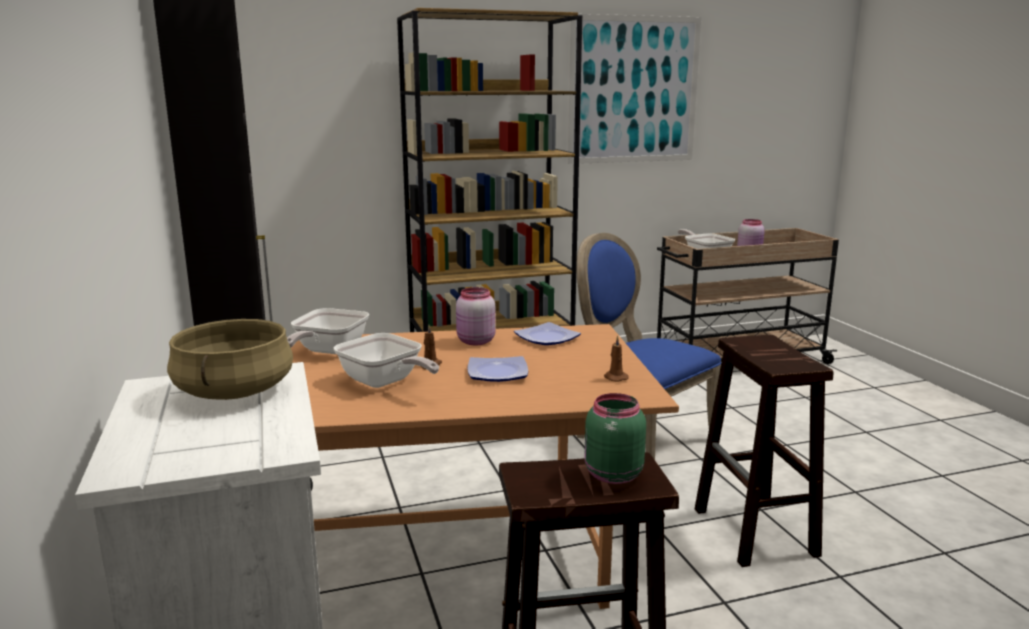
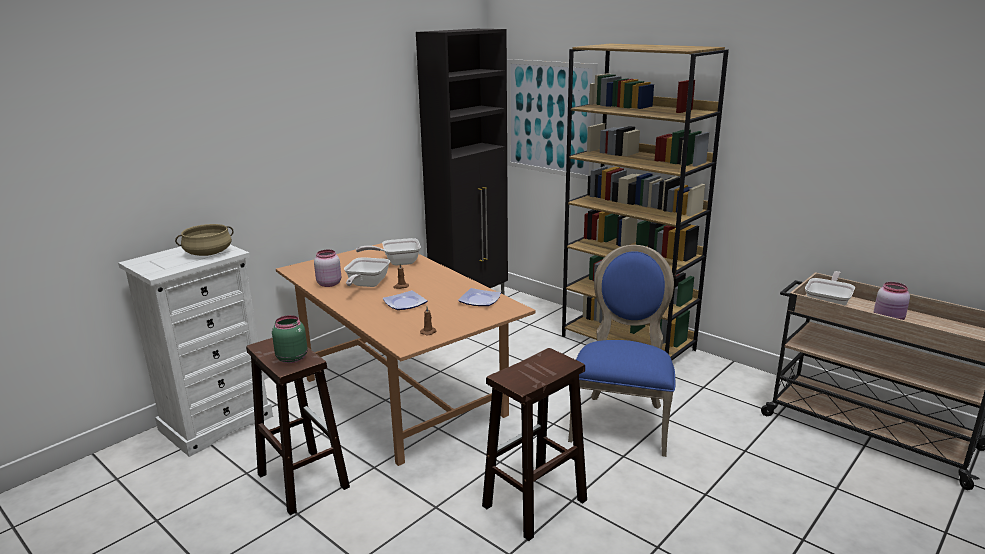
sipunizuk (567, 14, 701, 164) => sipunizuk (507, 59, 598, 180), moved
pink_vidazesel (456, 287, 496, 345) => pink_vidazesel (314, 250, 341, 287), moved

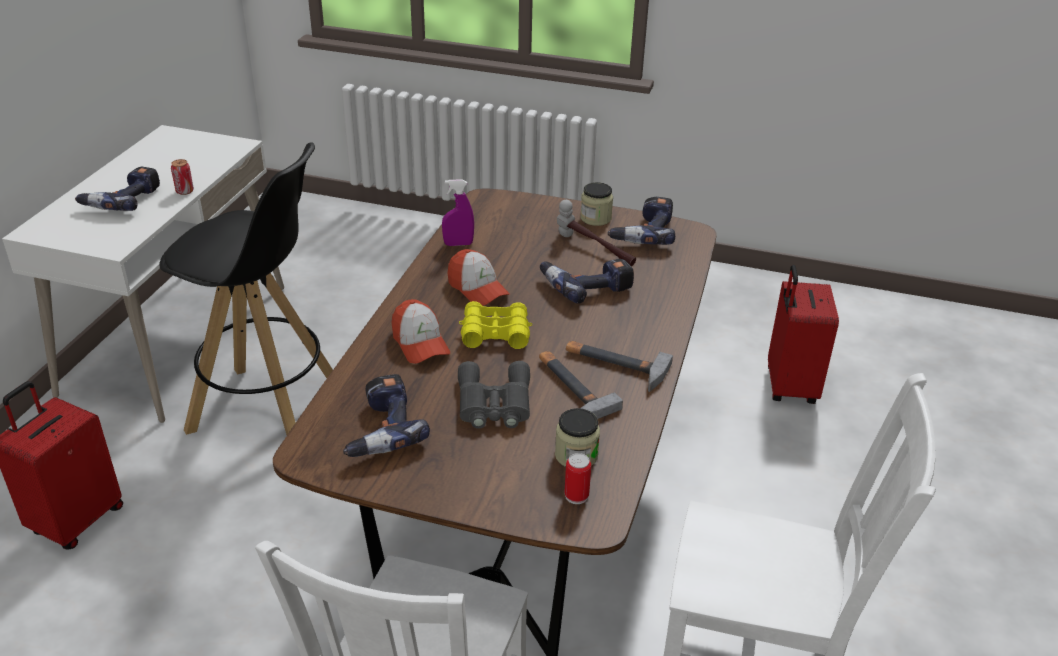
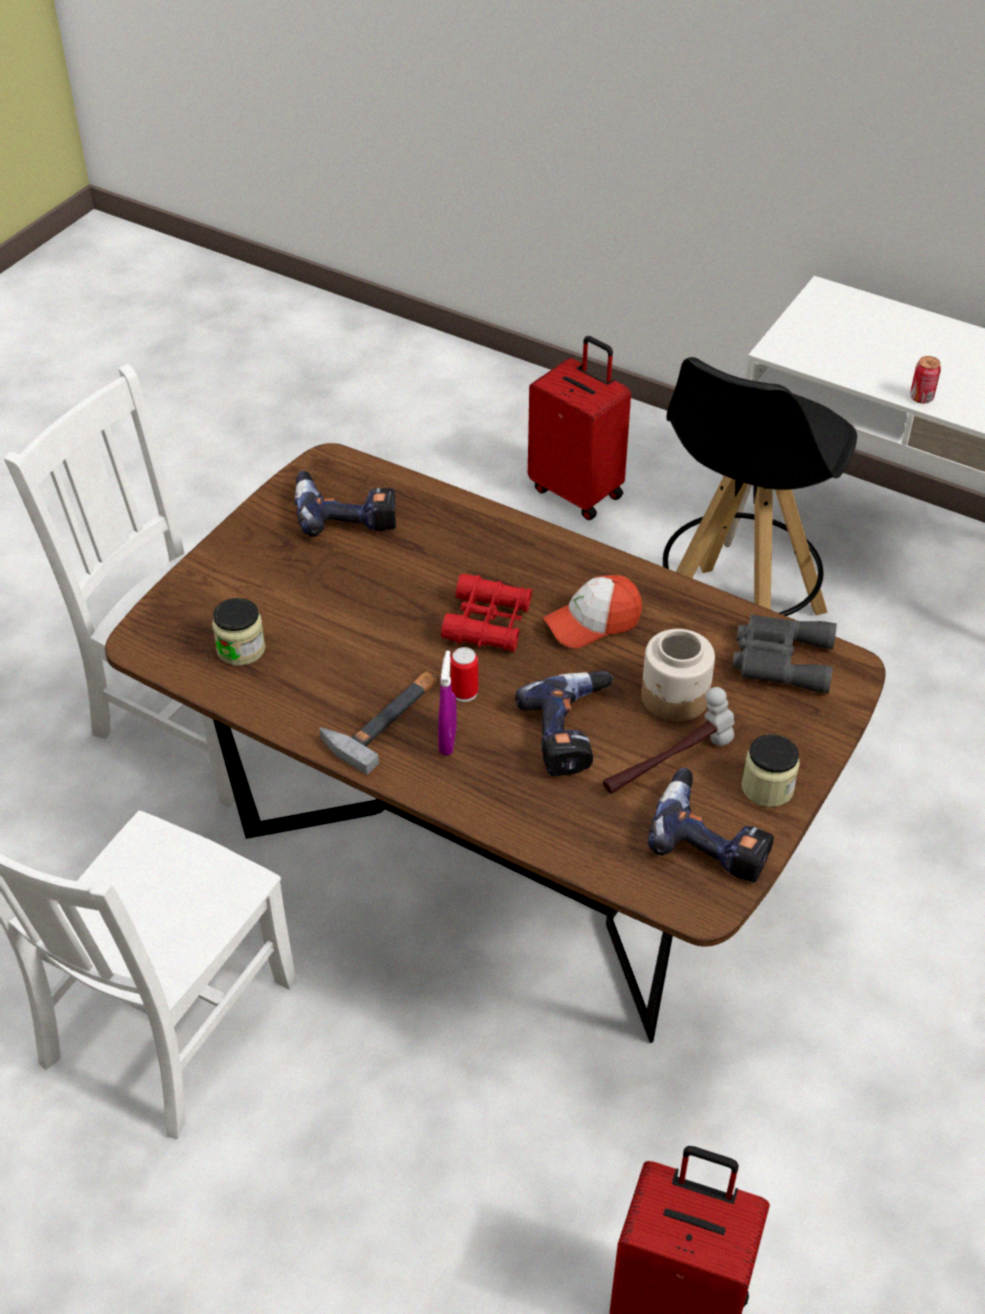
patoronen (75, 167, 160, 211) => nothing
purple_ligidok (442, 179, 474, 246) => purple_ligidok (438, 651, 457, 756), moved
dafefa (391, 299, 450, 364) => nothing
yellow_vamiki (459, 301, 533, 349) => red_vamiki (441, 574, 532, 652)
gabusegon (539, 351, 623, 419) => nothing
grey_vamiki (458, 361, 530, 429) => grey_vamiki (732, 614, 837, 694), moved
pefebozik (565, 453, 591, 504) => pefebozik (450, 647, 478, 702), moved
nothing => vidazesel (641, 629, 715, 722)

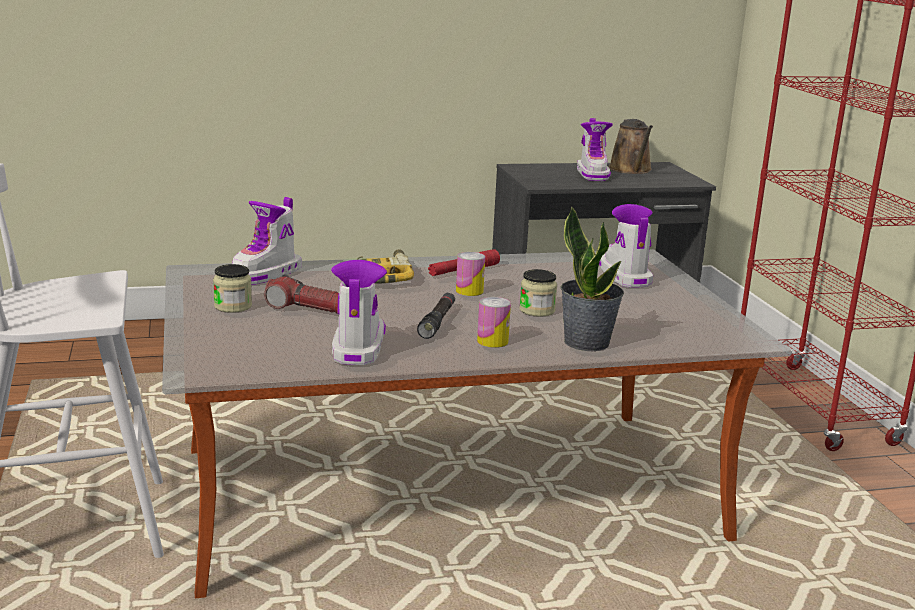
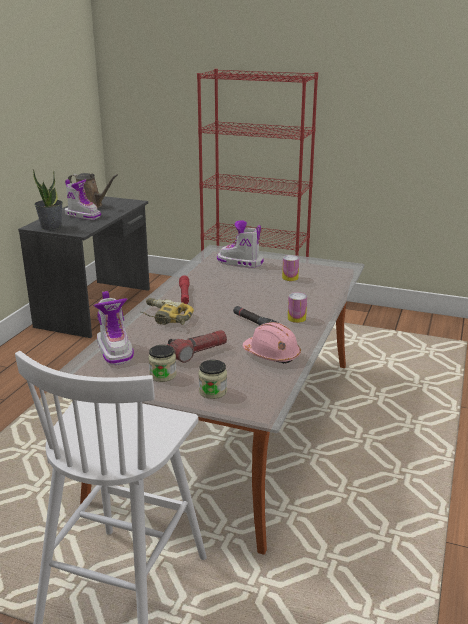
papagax (560, 206, 624, 351) => papagax (33, 169, 63, 230), moved
pefebozik (456, 252, 485, 296) => pefebozik (282, 255, 299, 281), moved
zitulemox (331, 260, 387, 365) => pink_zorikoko (243, 322, 301, 364)
vidazesel (519, 269, 557, 317) => vidazesel (198, 360, 227, 399), moved

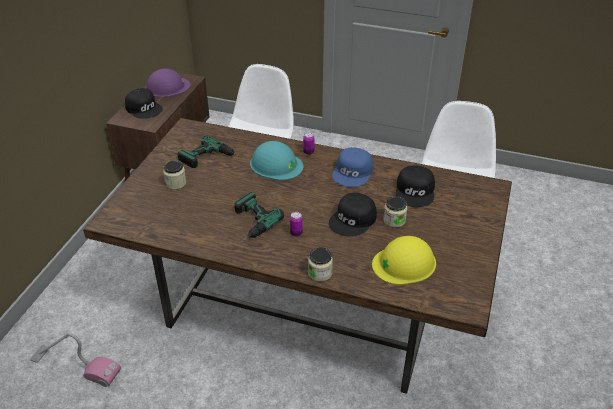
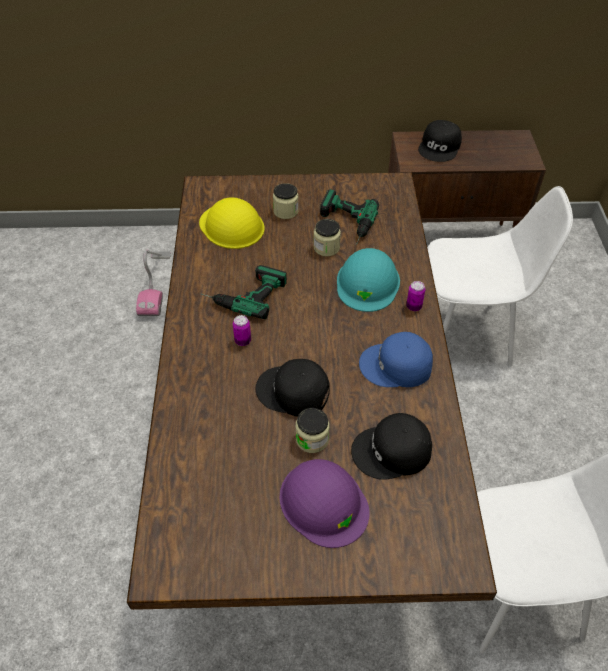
purple_zorikoko (146, 68, 190, 97) => purple_zorikoko (279, 459, 370, 548), moved
yellow_zorikoko (372, 236, 436, 285) => yellow_zorikoko (199, 197, 264, 249), moved
vidazesel (308, 248, 333, 282) => vidazesel (314, 219, 341, 256), moved

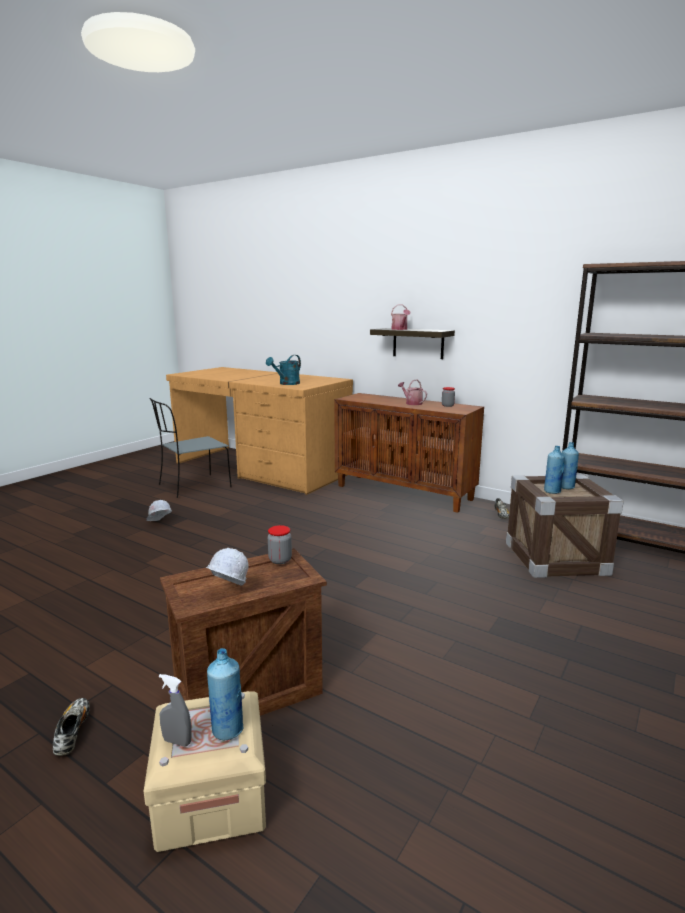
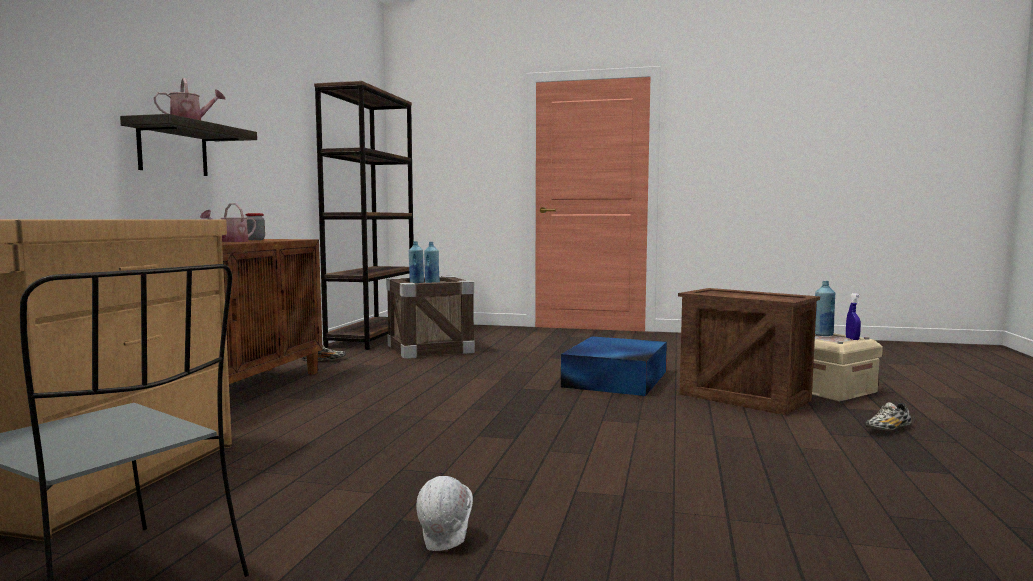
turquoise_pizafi (266, 355, 301, 385) => nothing
vidazesel (268, 525, 292, 564) => nothing
white_zorikoko (206, 548, 249, 586) => nothing
grey_ligidok (159, 674, 191, 747) => blue_ligidok (846, 293, 861, 340)
nothing => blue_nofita (561, 336, 667, 396)

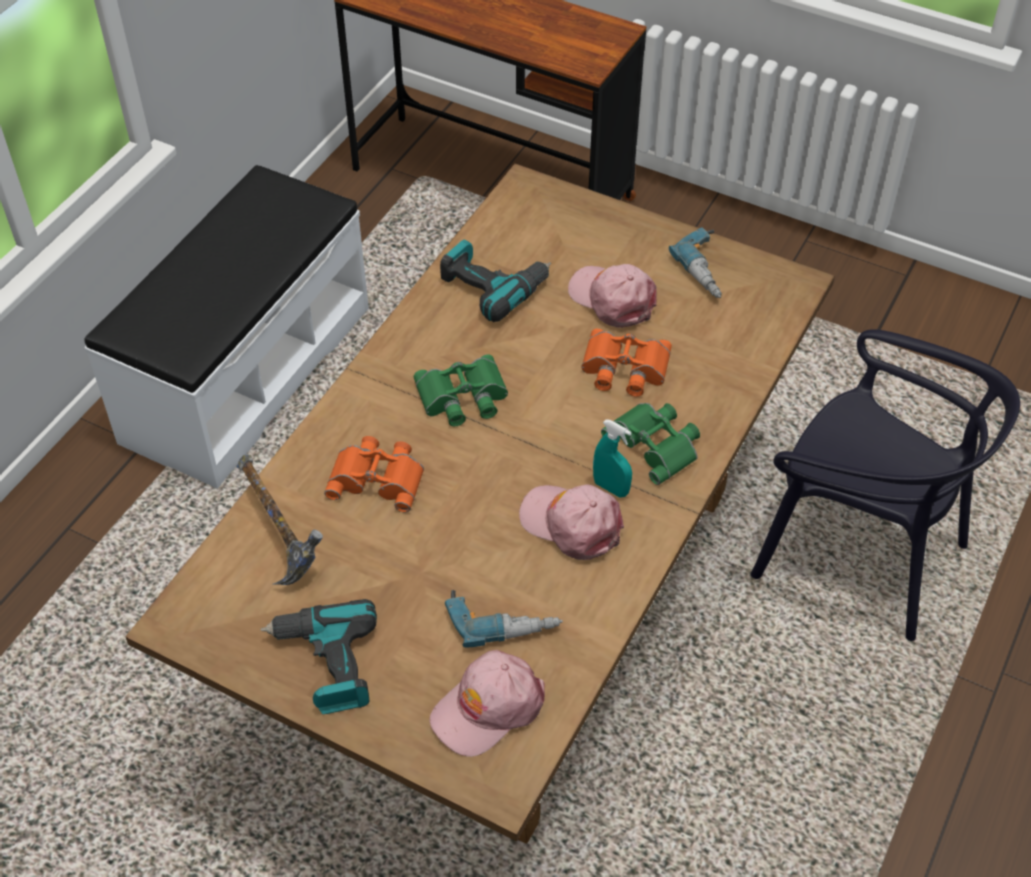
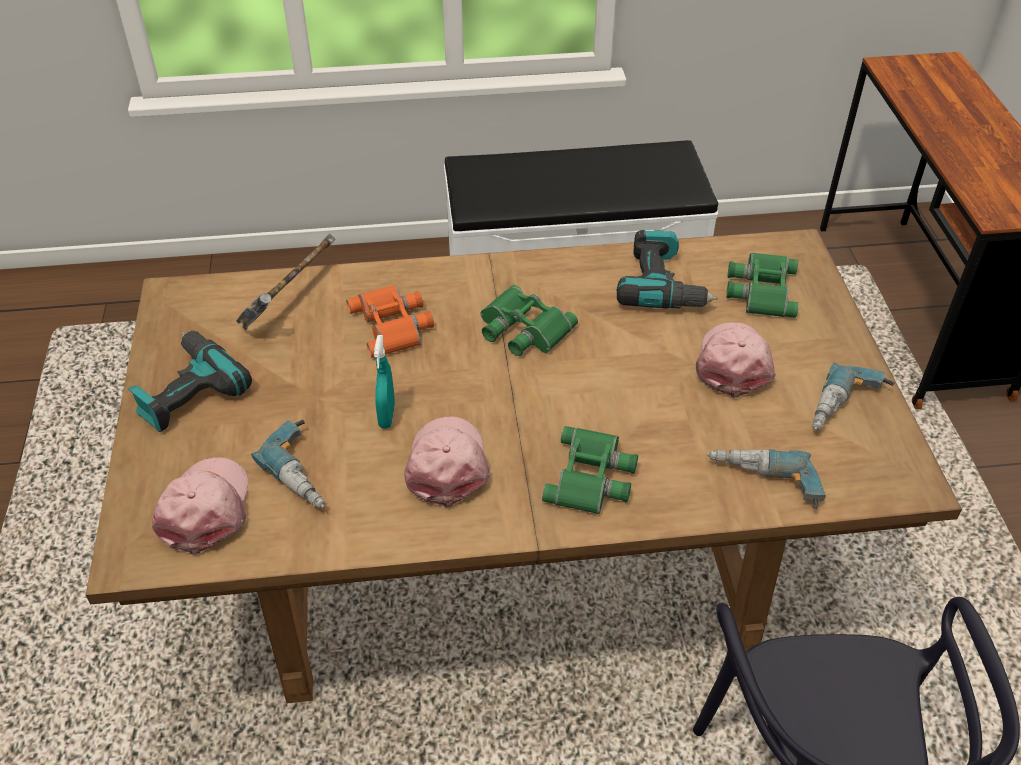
orange_vamiki (581, 329, 672, 397) => nothing
turquoise_ligidok (593, 419, 632, 497) => turquoise_ligidok (374, 335, 395, 429), moved
pink_dafefa (429, 650, 545, 757) => pink_dafefa (152, 457, 248, 555), 75 degrees clockwise
nothing => green_vamiki (726, 252, 799, 318)
nothing => patoronen (706, 449, 826, 509)

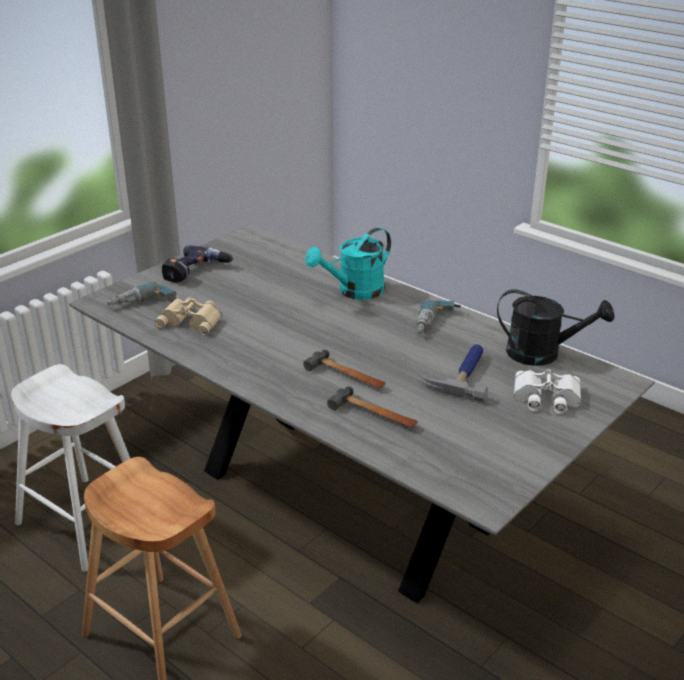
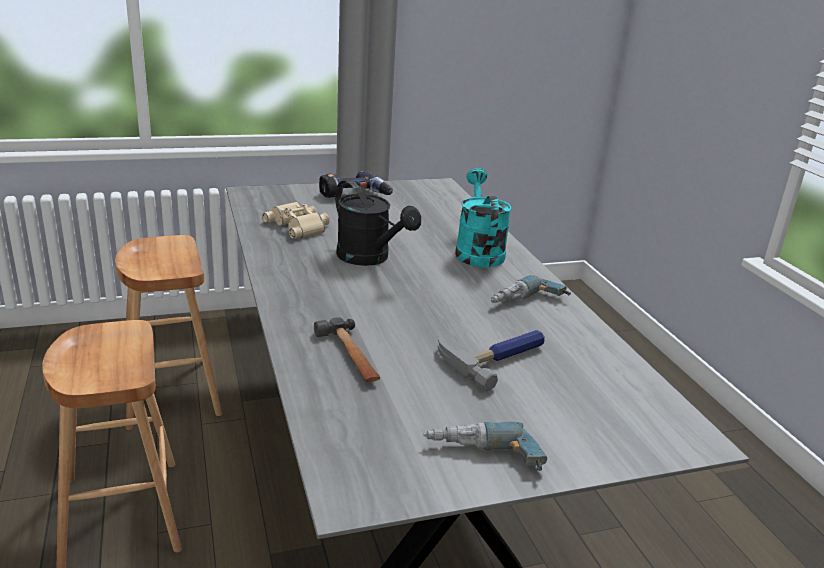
turquoise_pizafi (305, 227, 391, 300) => turquoise_pizafi (455, 168, 512, 268), 90 degrees clockwise
patoronen (106, 282, 176, 305) => patoronen (423, 422, 547, 471), moved
black_pizafi (497, 289, 614, 366) => black_pizafi (335, 179, 421, 266), moved
gabusegon (303, 350, 386, 389) => nothing
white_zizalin (11, 364, 131, 572) => brown_zizalin (115, 235, 222, 430)
white_vamiki (514, 369, 581, 415) => nothing

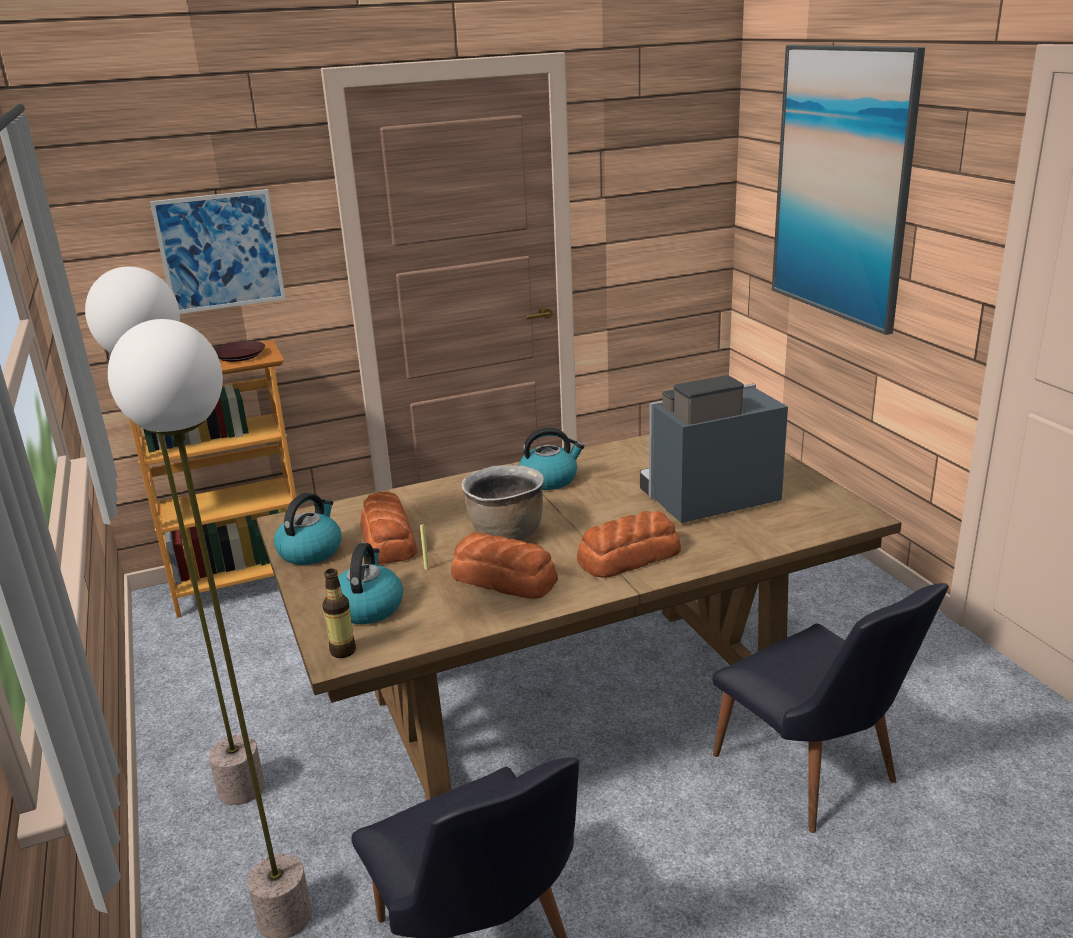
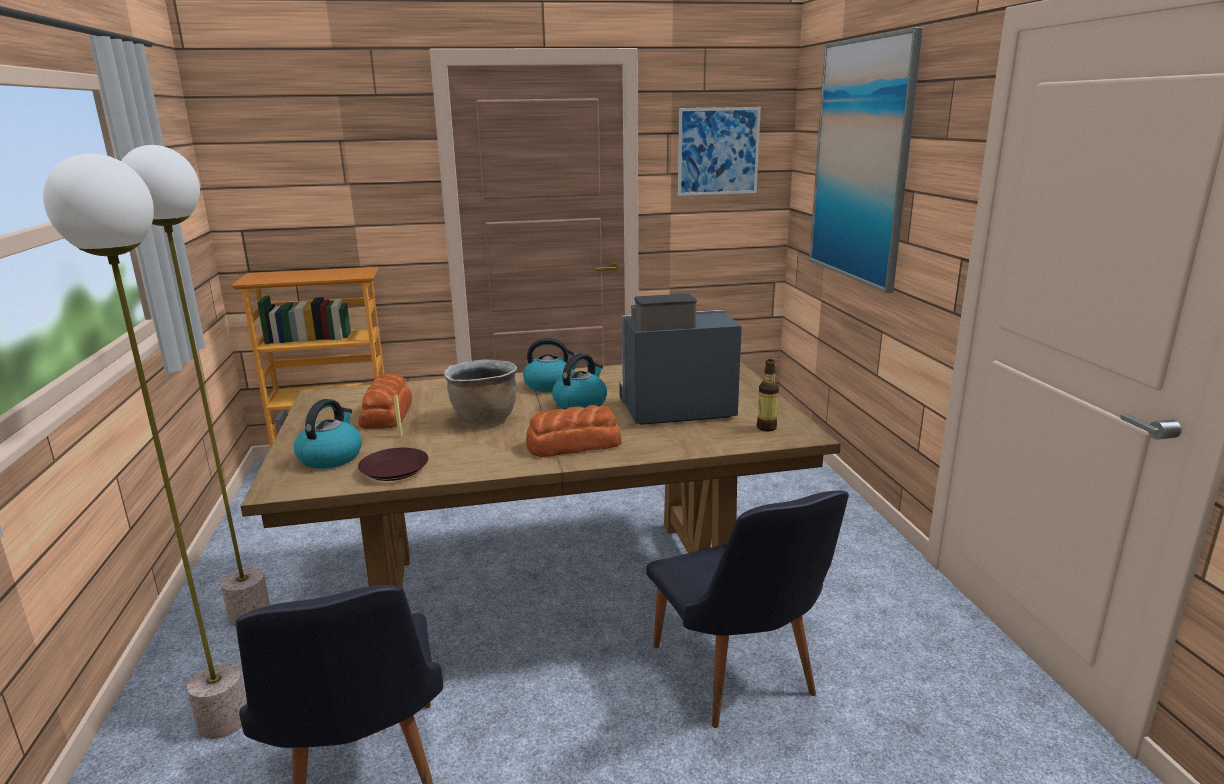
sipunizuk (150, 189, 285, 314) => sipunizuk (678, 107, 761, 196), moved
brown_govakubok (214, 341, 265, 362) => brown_govakubok (358, 448, 428, 481), moved
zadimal (274, 493, 341, 565) => zadimal (552, 353, 607, 410), moved
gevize (451, 533, 558, 599) => nothing
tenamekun (323, 569, 356, 658) => tenamekun (757, 359, 779, 431), moved

